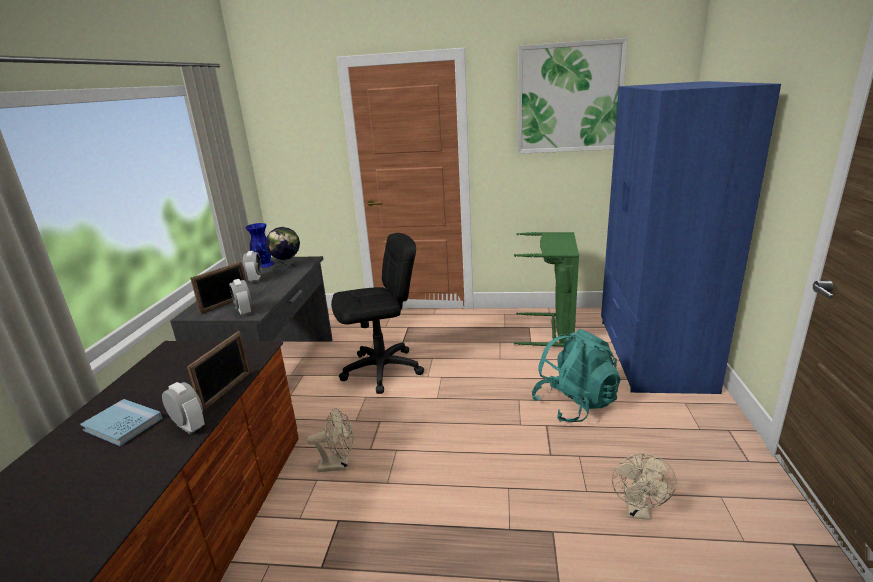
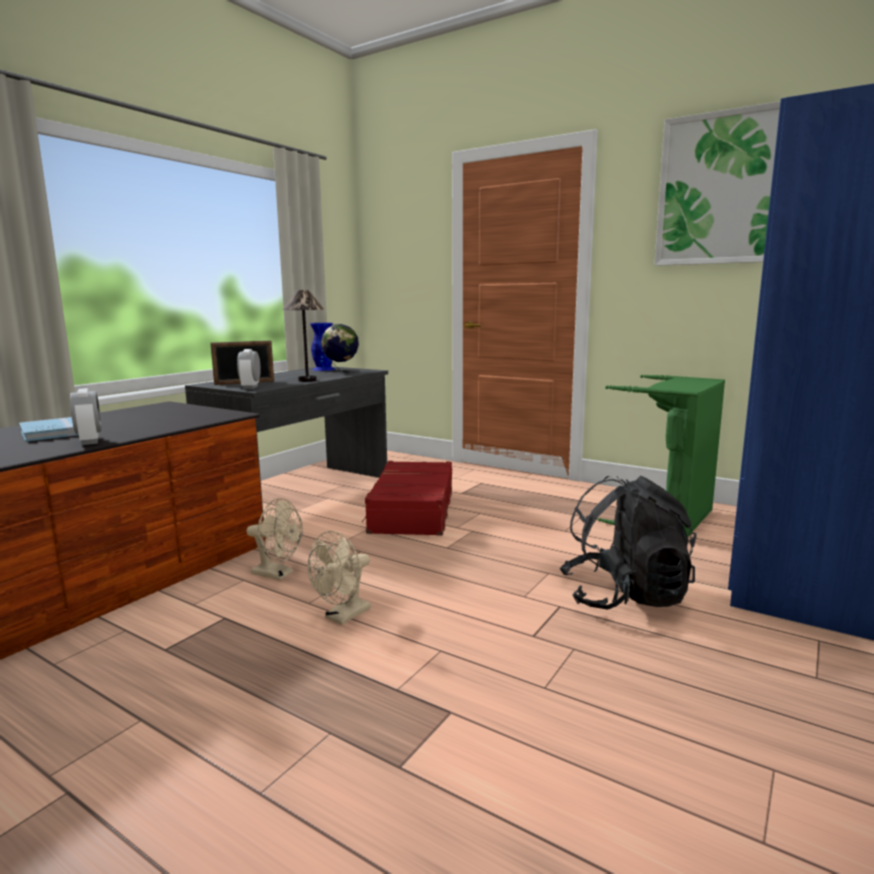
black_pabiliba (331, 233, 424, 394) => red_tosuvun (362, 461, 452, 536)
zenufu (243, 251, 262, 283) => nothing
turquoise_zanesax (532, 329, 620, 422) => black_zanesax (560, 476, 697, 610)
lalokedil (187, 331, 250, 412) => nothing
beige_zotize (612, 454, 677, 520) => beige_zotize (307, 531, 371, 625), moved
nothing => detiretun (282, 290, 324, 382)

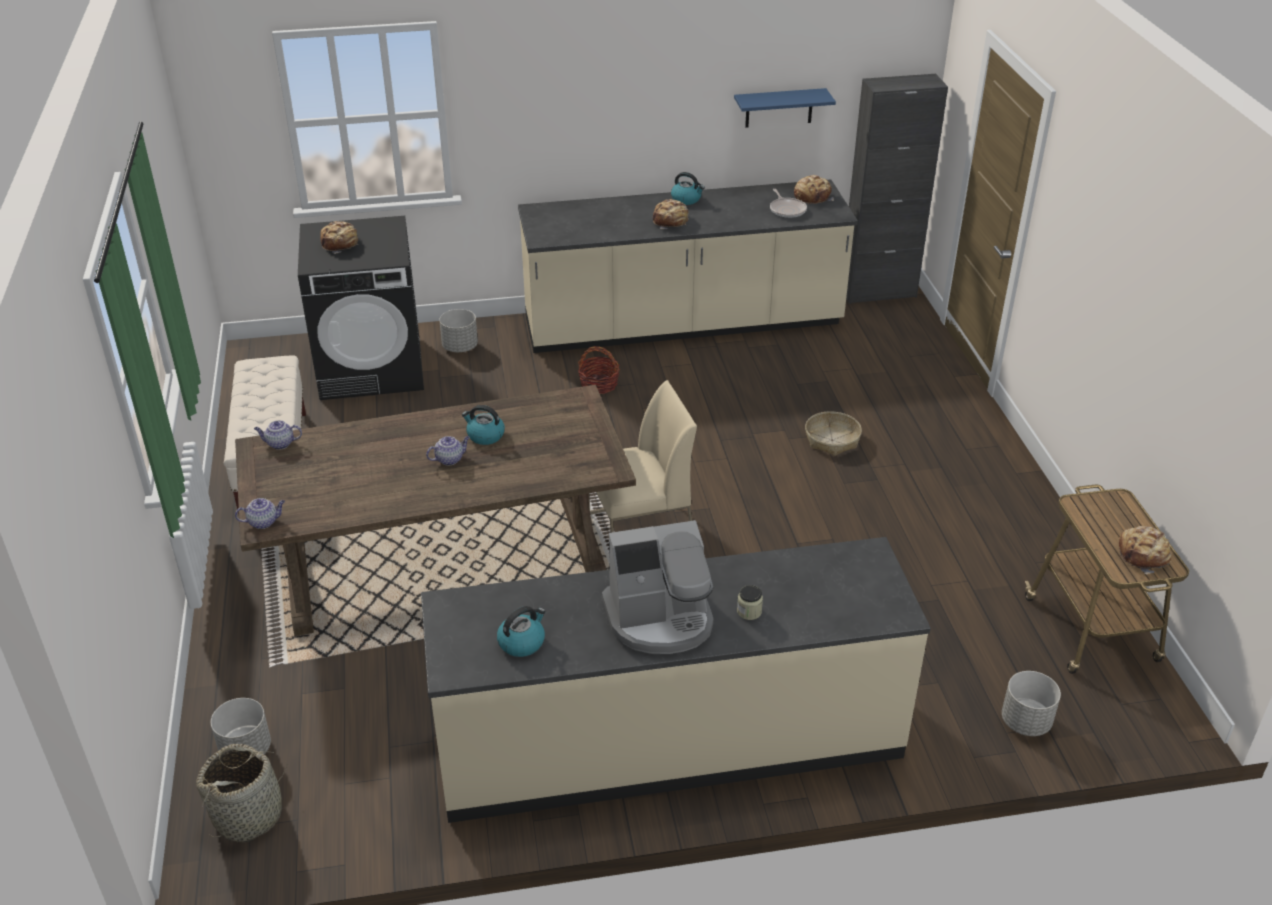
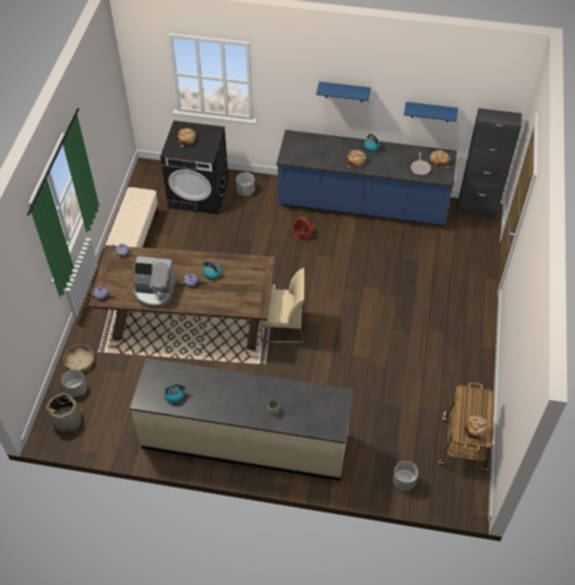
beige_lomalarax (518, 179, 858, 353) => blue_lomalarax (277, 130, 457, 226)
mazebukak (805, 411, 862, 456) => mazebukak (63, 345, 94, 372), moved
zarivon (602, 520, 713, 654) => zarivon (133, 256, 176, 307), moved
nothing => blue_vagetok (316, 82, 371, 102)

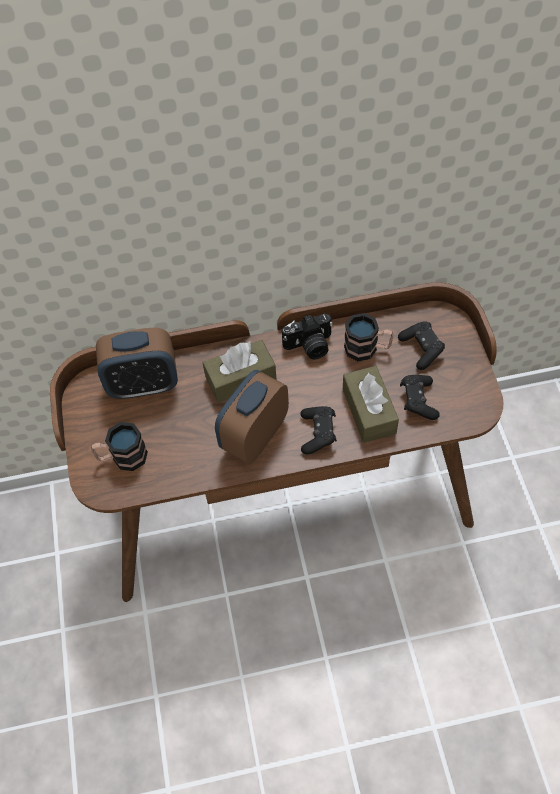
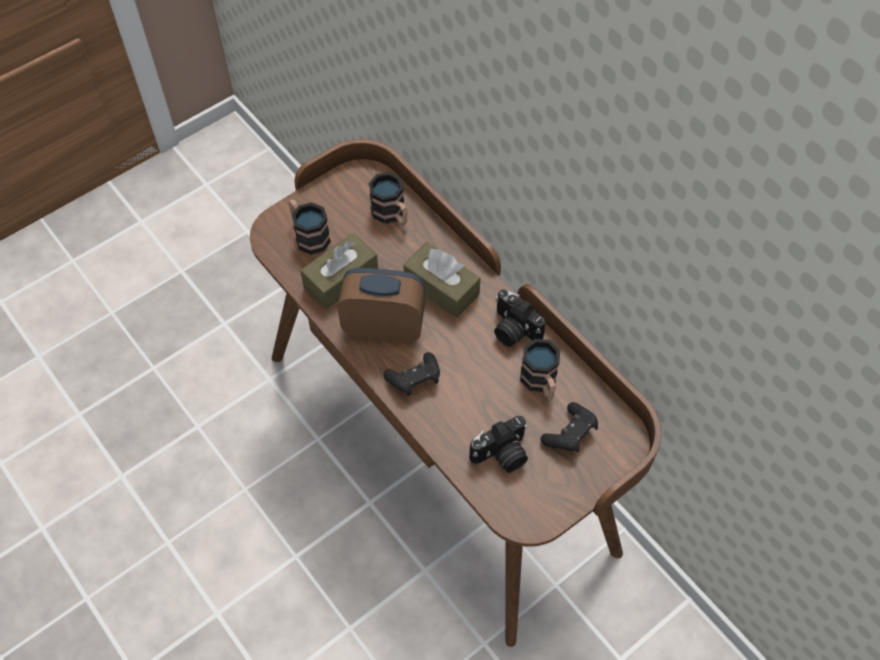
zenufu (96, 327, 178, 399) => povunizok (369, 172, 407, 225)
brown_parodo (343, 366, 399, 443) => brown_parodo (300, 233, 378, 309), moved
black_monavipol (400, 375, 440, 420) => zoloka (469, 416, 528, 473)

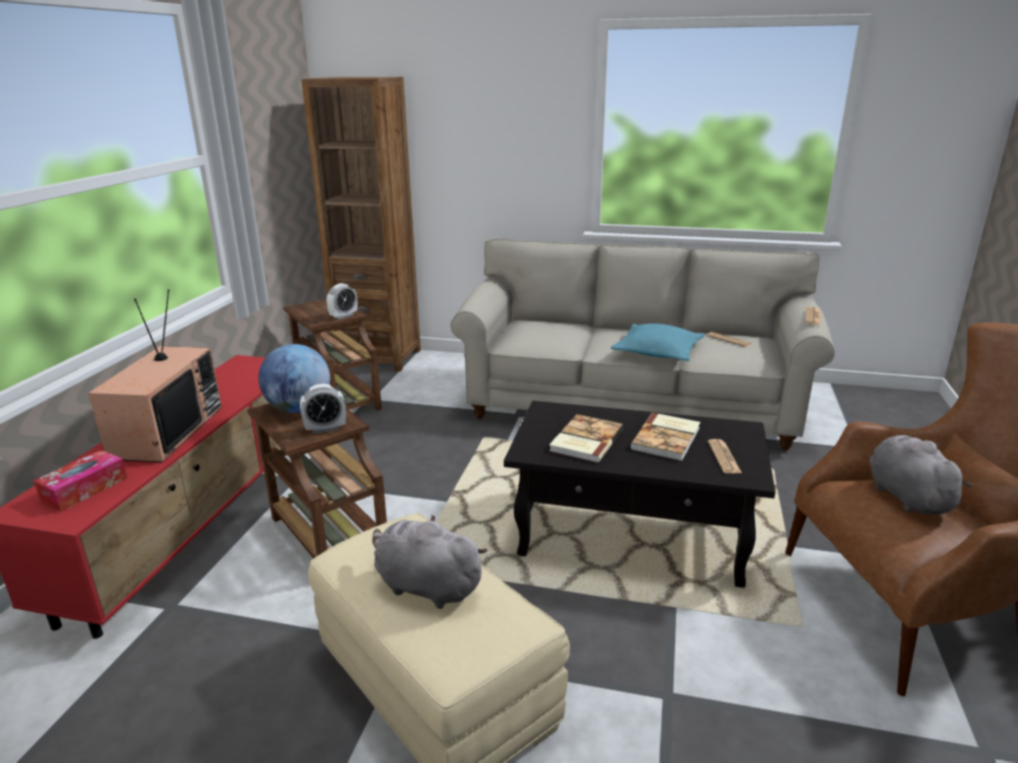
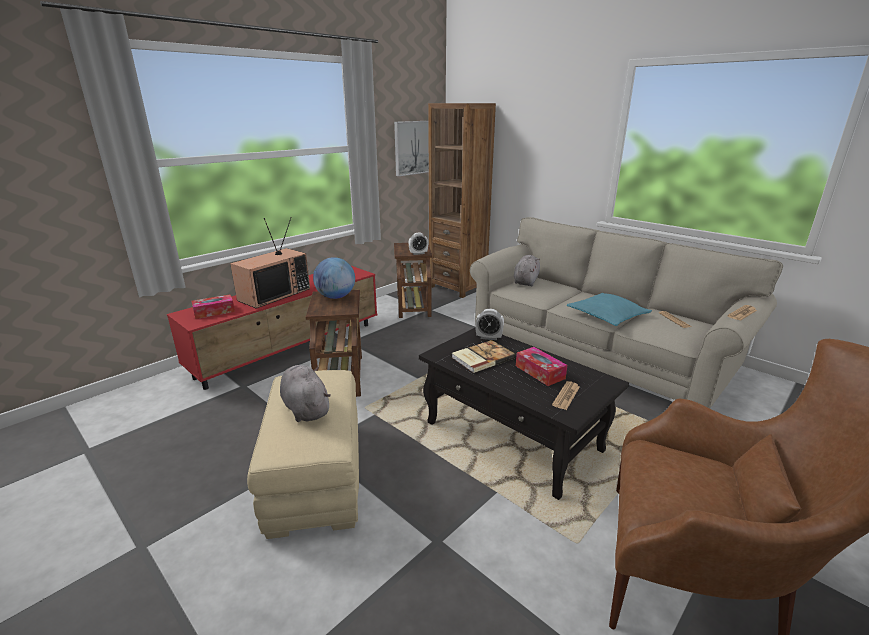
zenufu (300, 384, 346, 434) => zenufu (475, 309, 504, 340), moved
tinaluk (630, 413, 700, 461) => parodo (516, 347, 567, 386)
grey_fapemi (870, 435, 972, 514) => grey_fapemi (514, 255, 540, 286), moved
nothing => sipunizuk (394, 121, 429, 176)

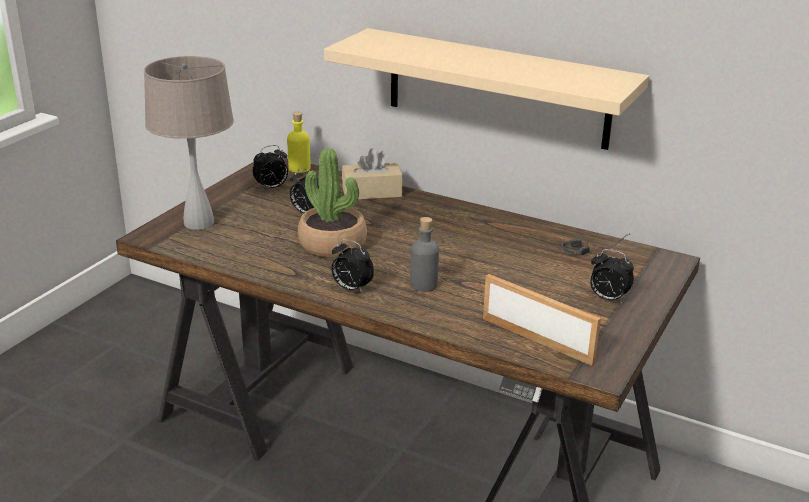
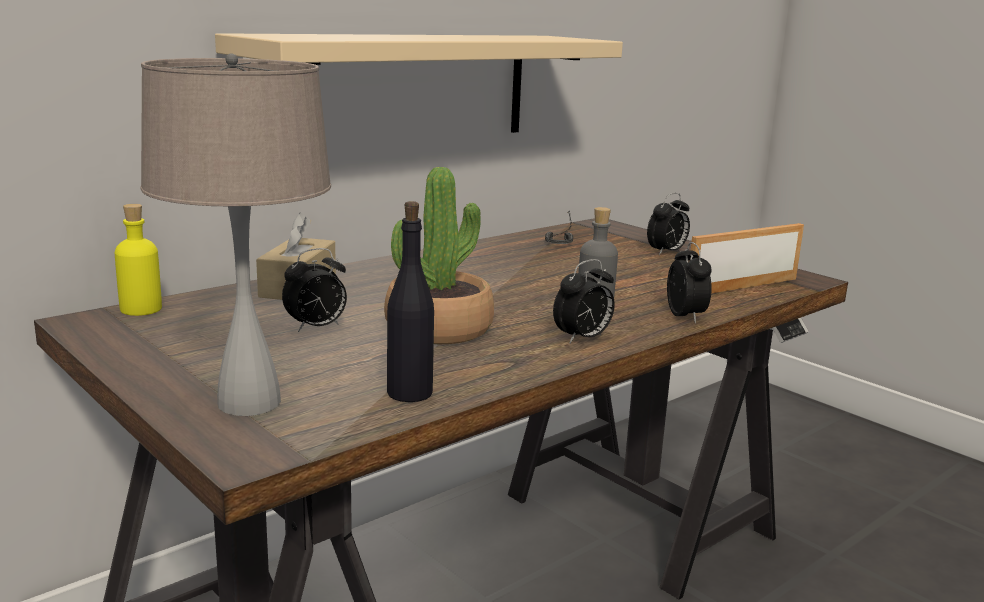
zenufu (253, 145, 288, 190) => zenufu (667, 242, 712, 323), moved
nothing => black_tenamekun (387, 201, 434, 402)

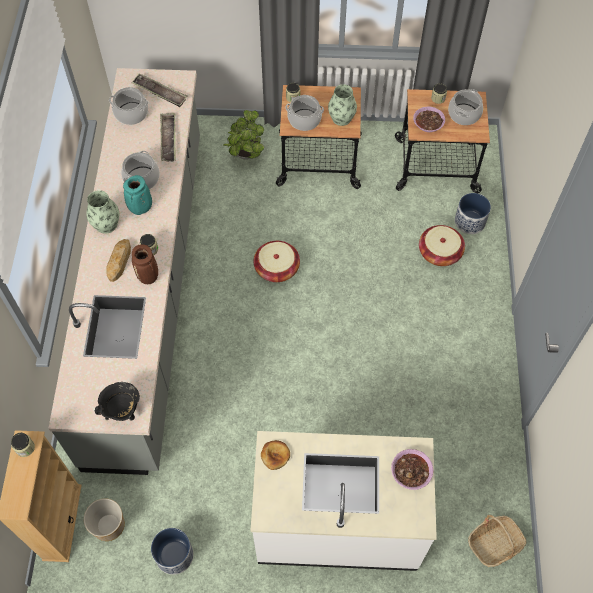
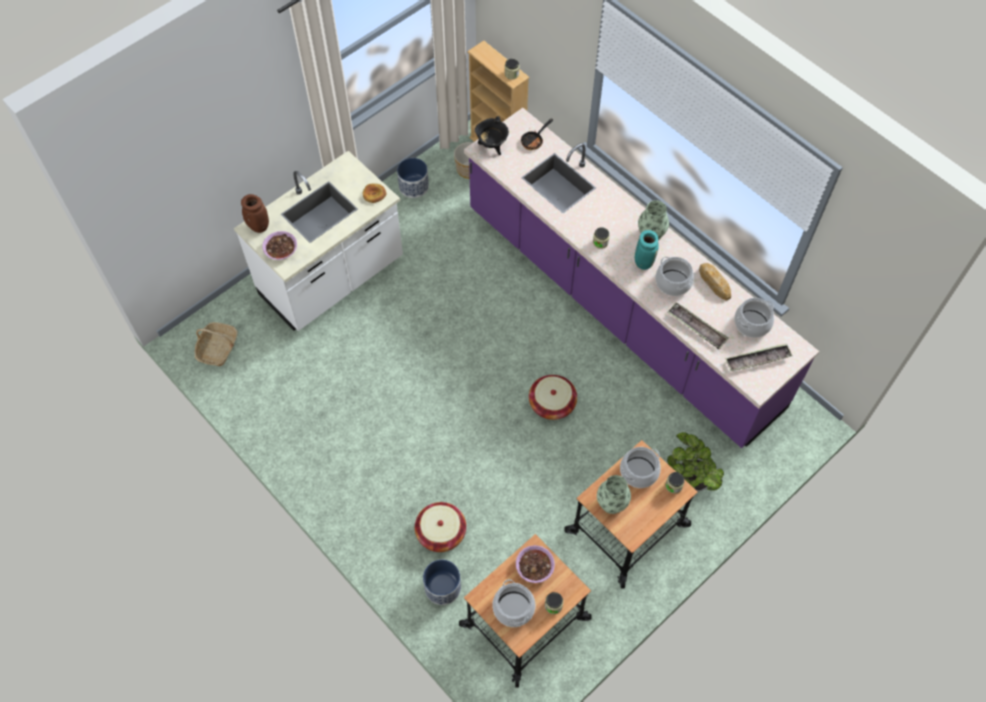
grey_lomalarax (48, 68, 200, 475) => purple_lomalarax (464, 108, 819, 448)
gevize (107, 239, 131, 282) => gevize (699, 263, 731, 301), moved
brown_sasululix (132, 244, 158, 284) => brown_sasululix (241, 194, 269, 233), moved
nothing => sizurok (521, 118, 553, 150)

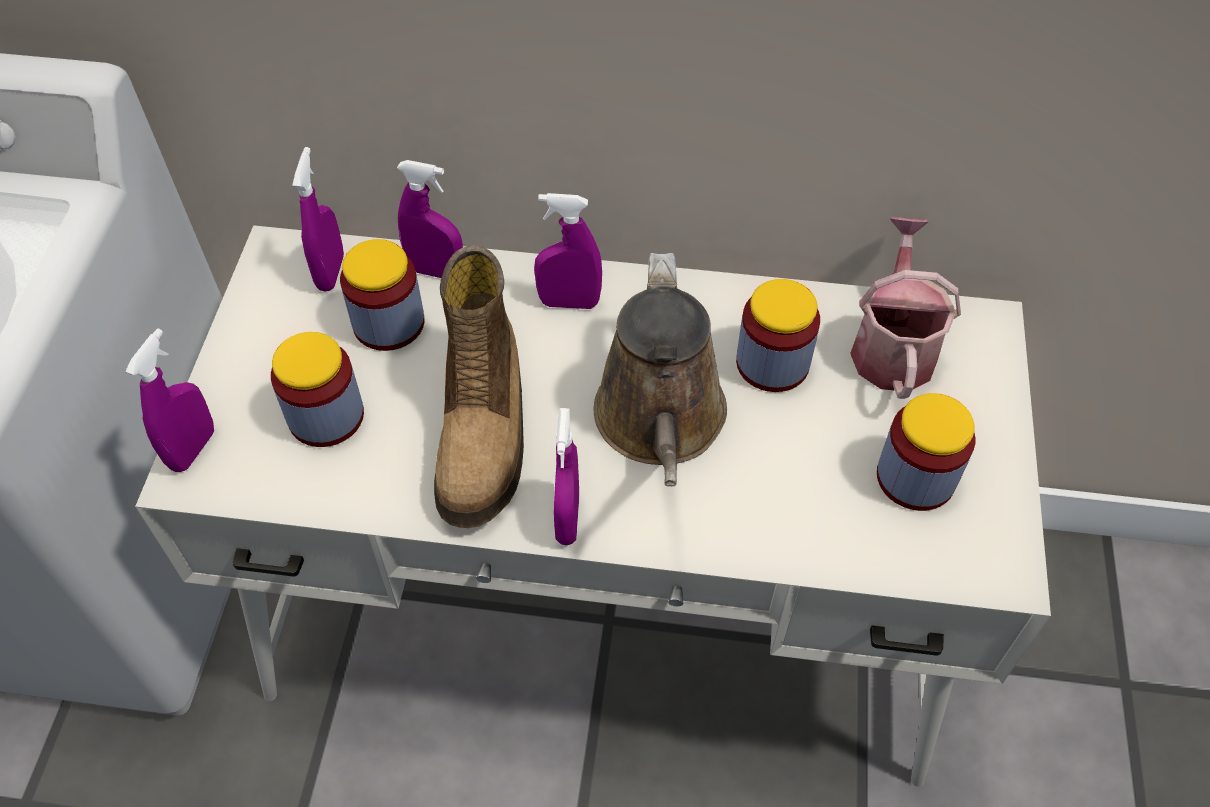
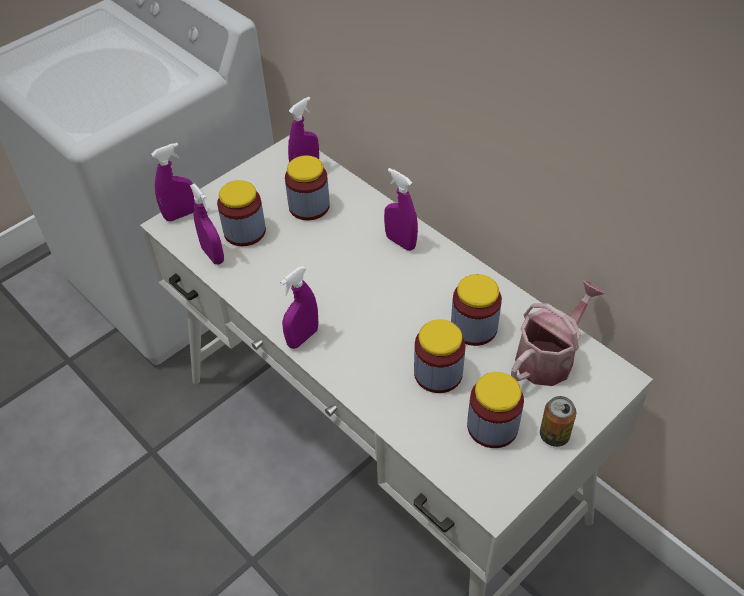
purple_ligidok (397, 160, 463, 278) => purple_ligidok (190, 184, 224, 264), moved
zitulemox (434, 245, 524, 528) => nothing
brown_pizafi (594, 253, 727, 487) => nothing
nothing => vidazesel (414, 319, 465, 393)
nothing => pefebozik (540, 396, 576, 447)

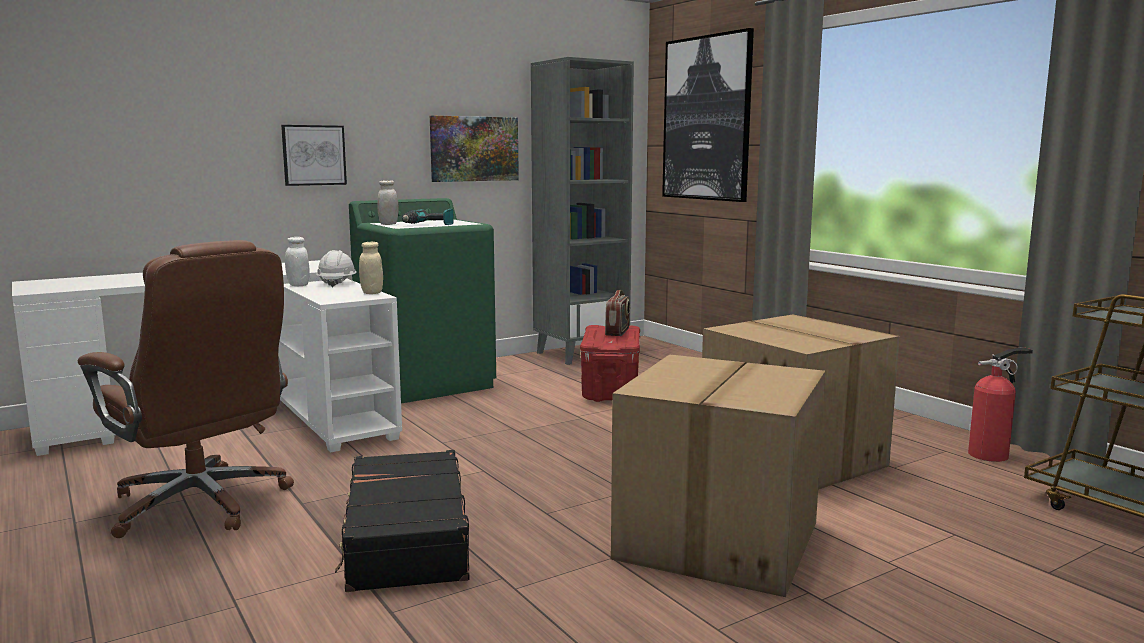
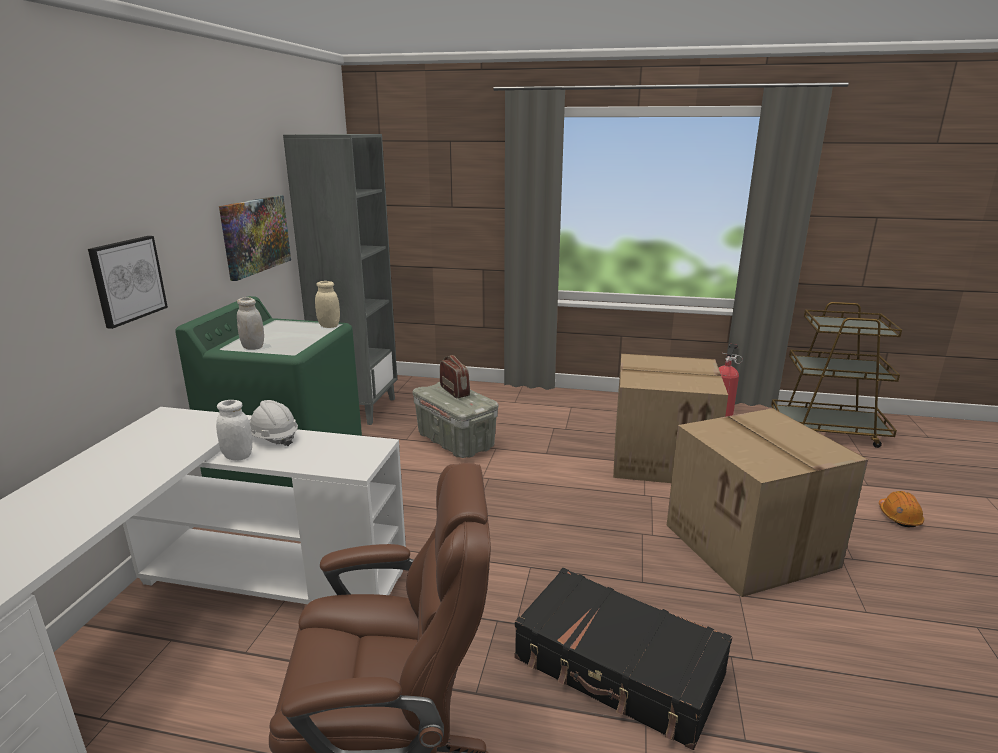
sipunizuk (662, 28, 754, 202) => nothing
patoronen (402, 209, 454, 225) => nothing
beige_vidazesel (359, 242, 383, 294) => beige_vidazesel (315, 281, 340, 328), moved
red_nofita (580, 325, 640, 402) => grey_nofita (413, 382, 498, 458)
nothing => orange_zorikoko (879, 491, 924, 527)

